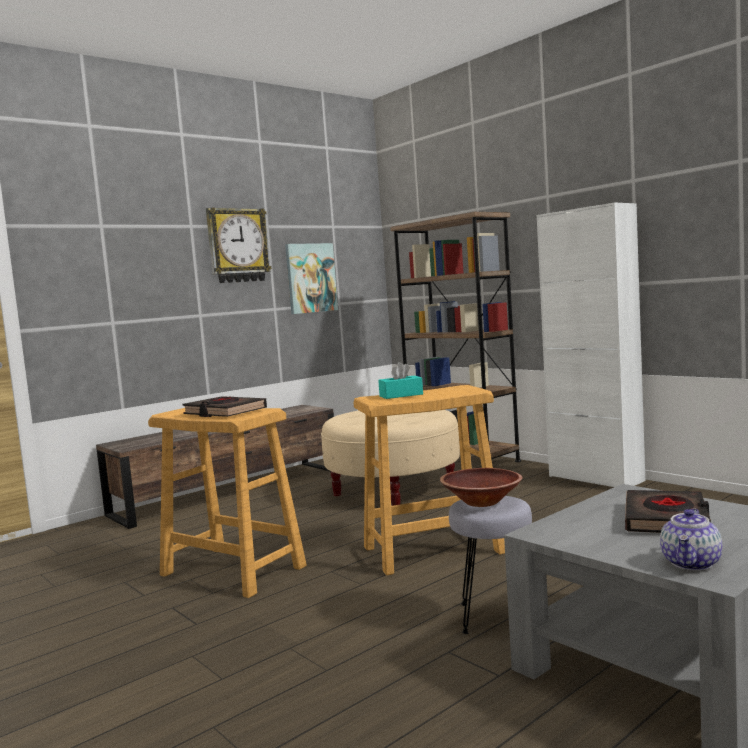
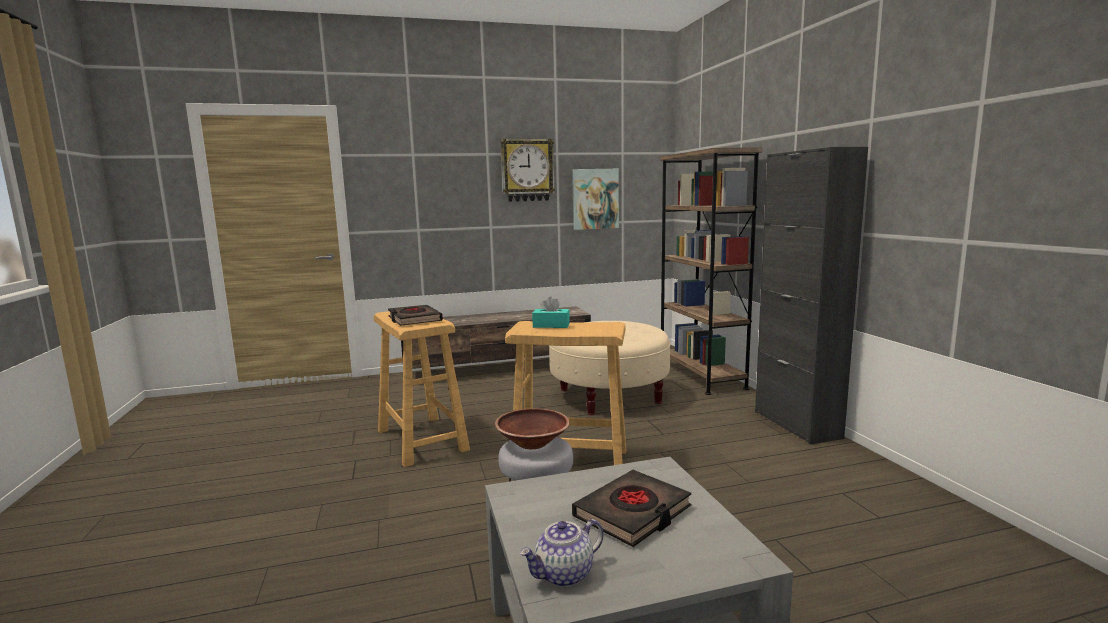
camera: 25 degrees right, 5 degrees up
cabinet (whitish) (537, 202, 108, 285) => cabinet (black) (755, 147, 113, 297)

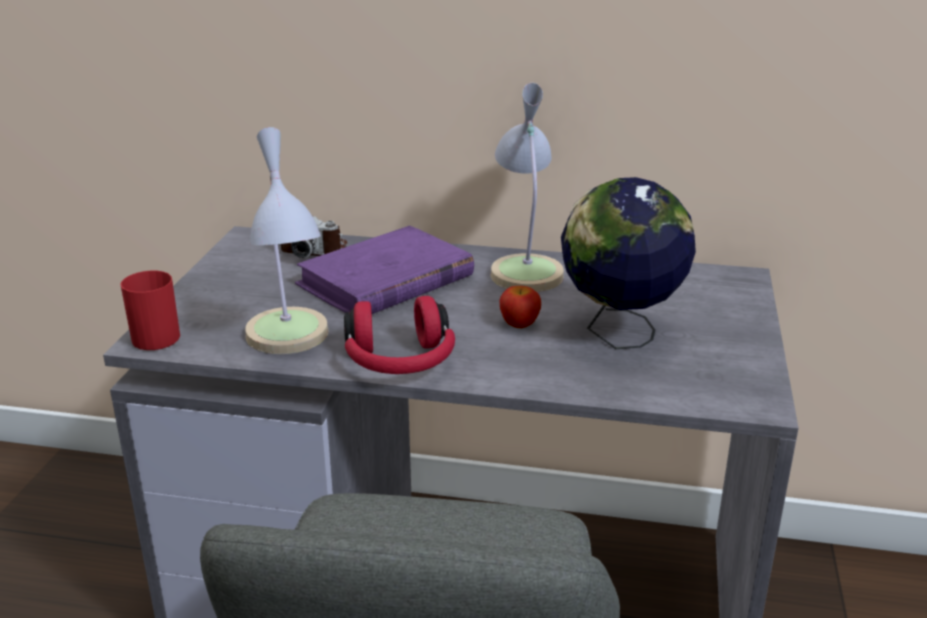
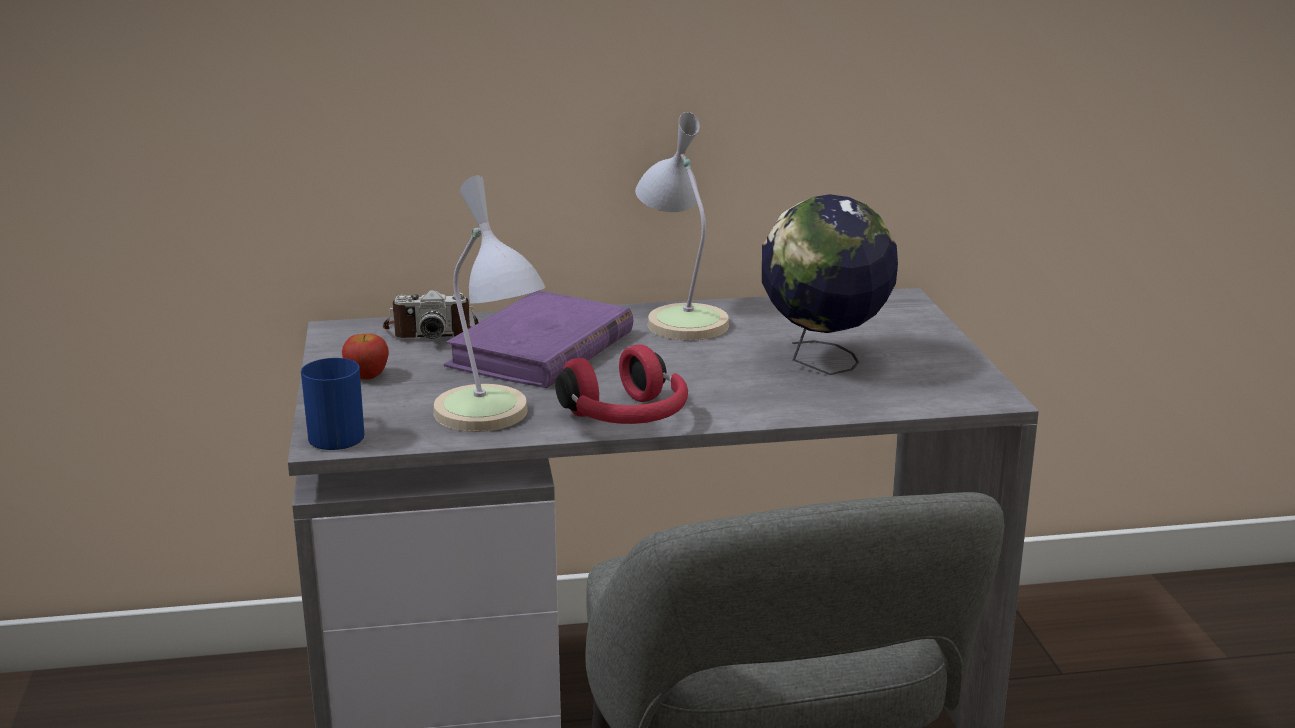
camera: 20 degrees left, 5 degrees down
tea mug (reddish) (120, 271, 60, 79) => tea mug (blue-coloured) (301, 358, 63, 92)
apple fruit (500, 286, 41, 42) => apple fruit (342, 334, 47, 46), relocated

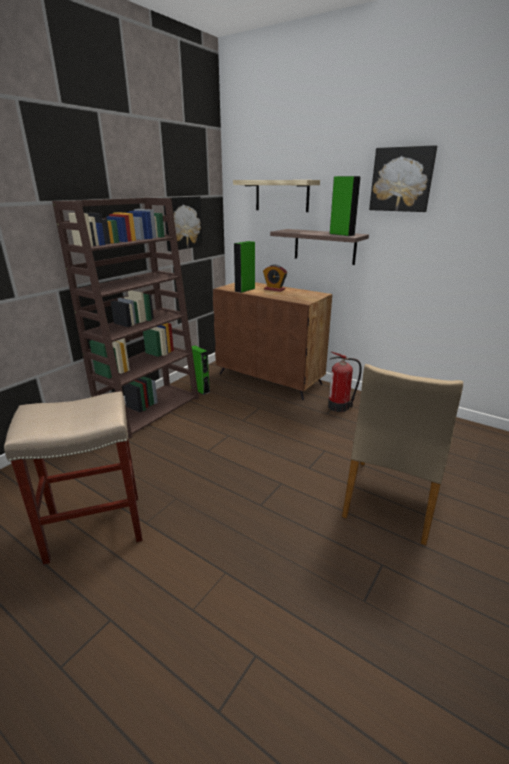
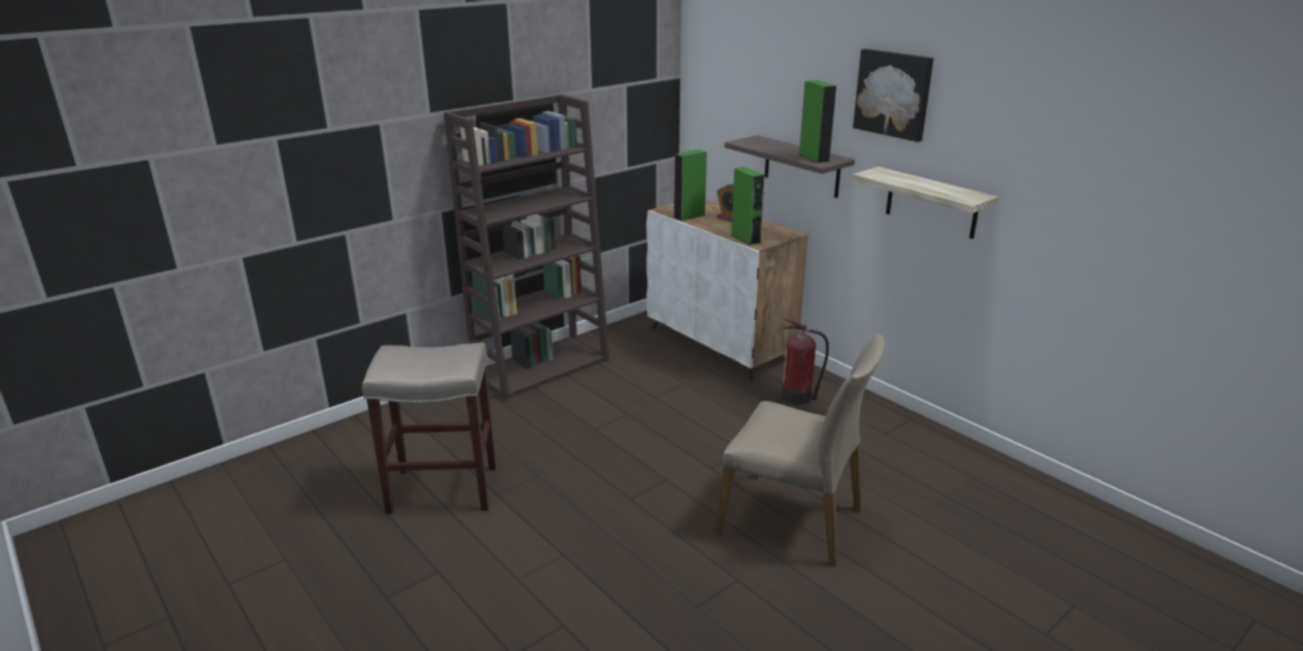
camera: 15 degrees right, 0 degrees up
wall picture (164, 196, 39, 55) => nothing
speaker (green) (192, 345, 18, 50) => speaker (green) (731, 167, 33, 78), relocated
cabinet (brown-coloured) (213, 282, 119, 118) => cabinet (whitish) (646, 200, 162, 181)
bracket shelf (233, 180, 87, 32) => bracket shelf (851, 167, 148, 72), relocated
chair (beige-coloured) (342, 364, 121, 181) => chair (beige-coloured) (716, 333, 169, 234), 105 degrees counterclockwise

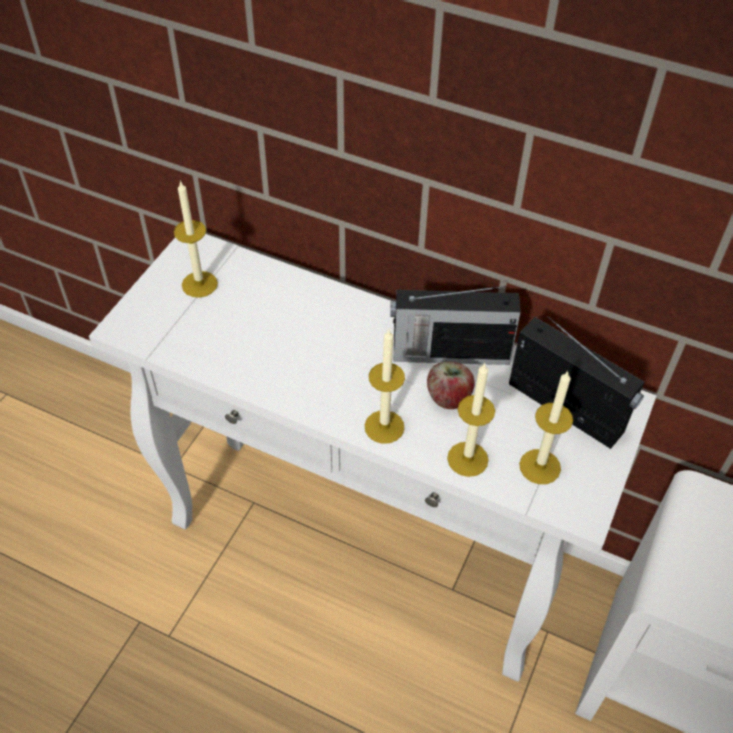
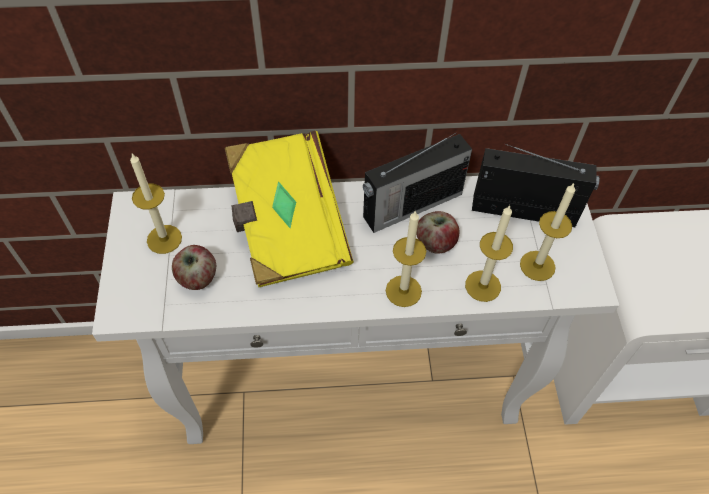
camera: 30 degrees left, 5 degrees up
nothing => apple fruit (172, 245, 44, 45)
nothing => volume (yellow-coloured) (225, 131, 128, 156)

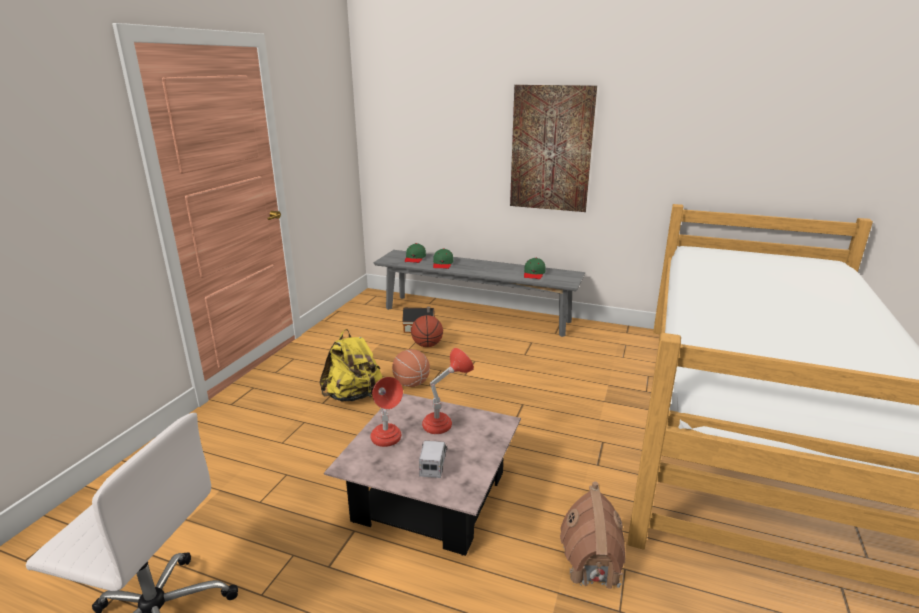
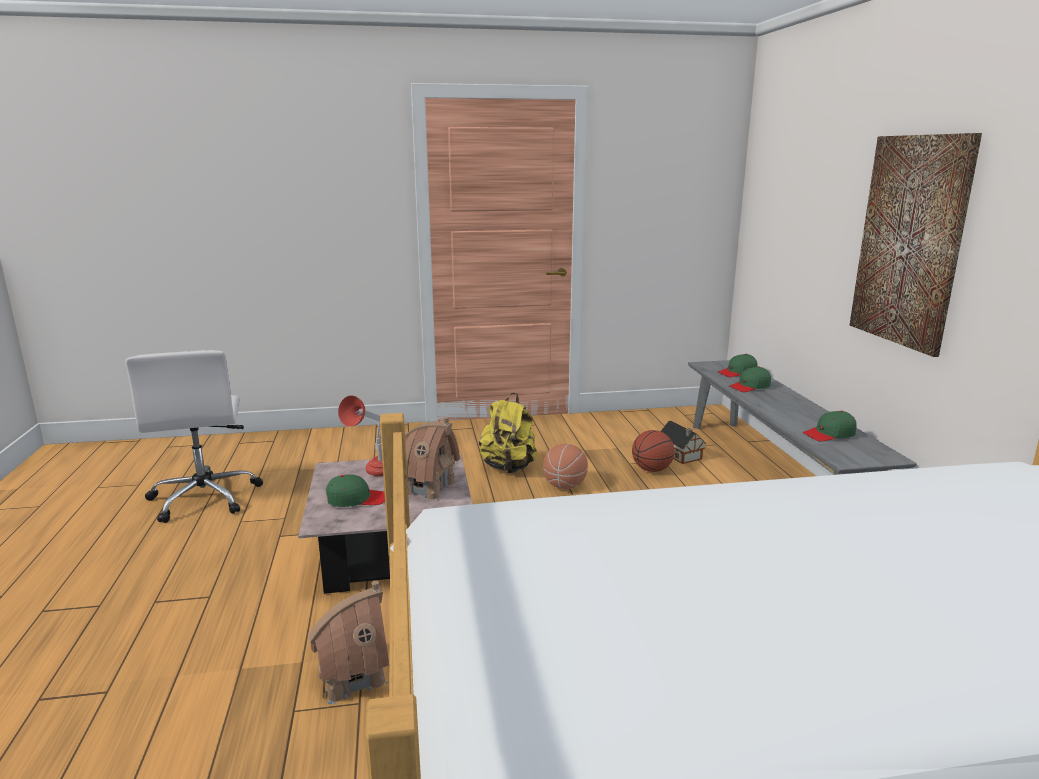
camera: 60 degrees right, 5 degrees down
model truck (419, 441, 28, 37) => baseball cap (green) (326, 474, 59, 33)
lamp for a table (reddish) (422, 348, 52, 86) => model house (405, 417, 55, 83)

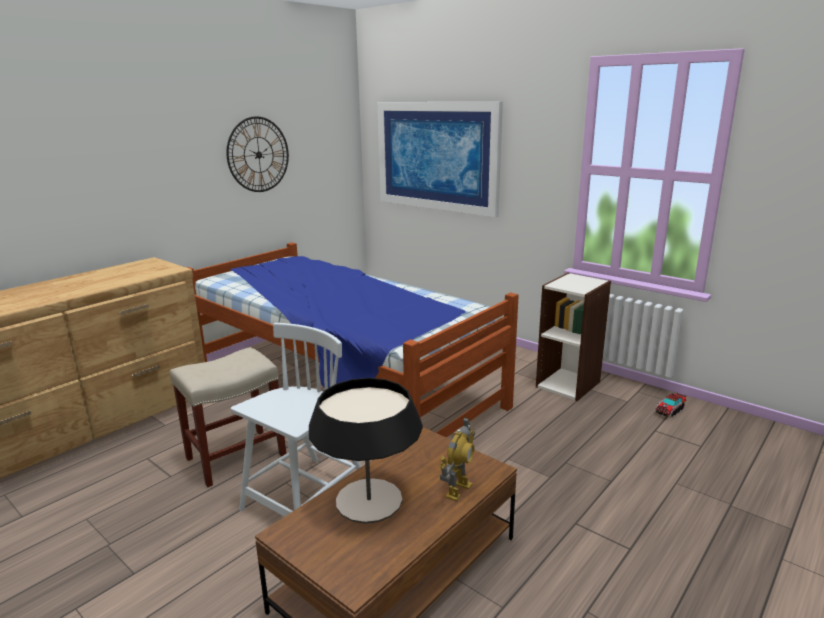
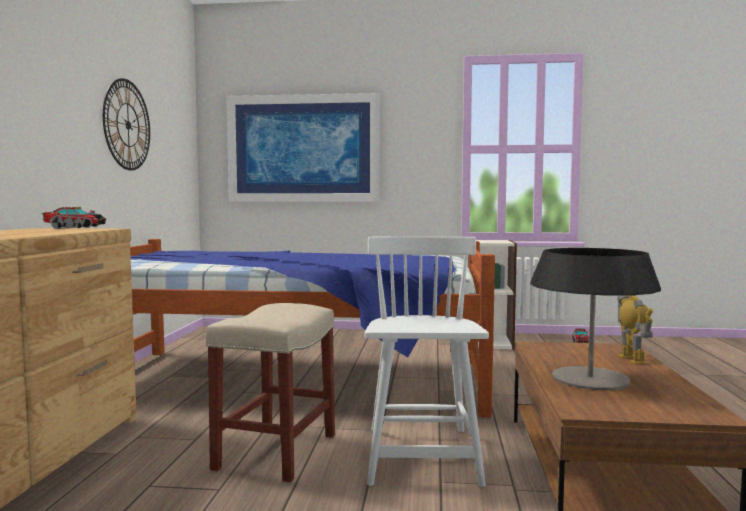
camera: 35 degrees left, 15 degrees down
nothing => model truck (42, 207, 65, 22)

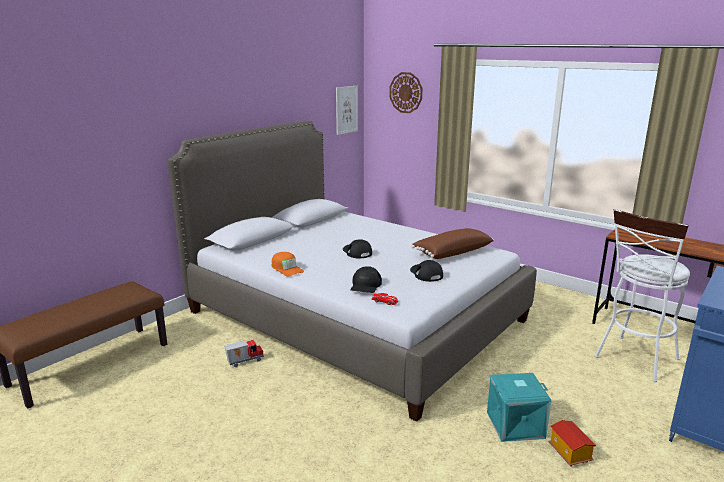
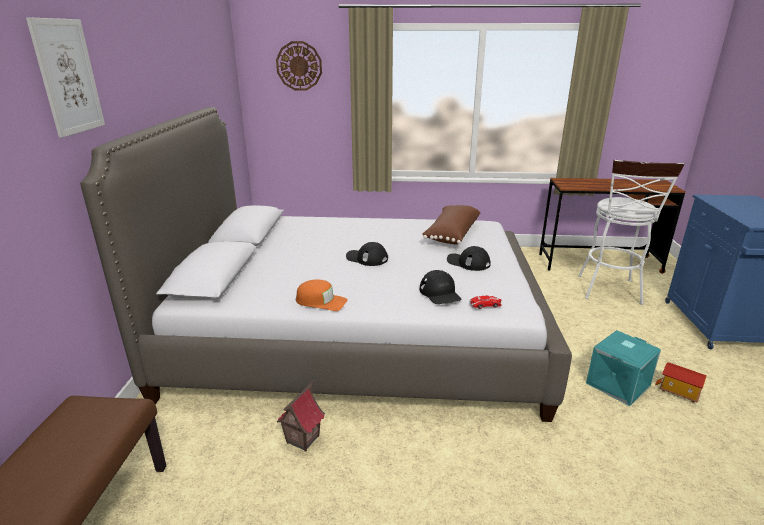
camera: 35 degrees left, 5 degrees up
model truck (224, 340, 40, 27) => model house (276, 381, 49, 70)
wall picture (336, 86, 22, 49) => wall picture (26, 17, 79, 121), relocated

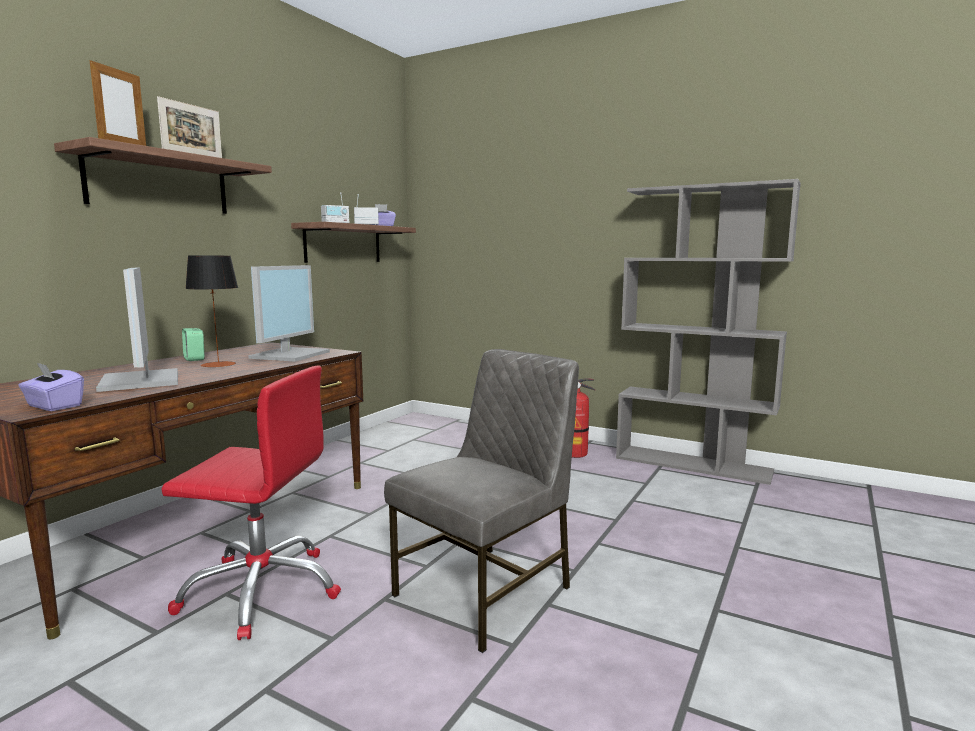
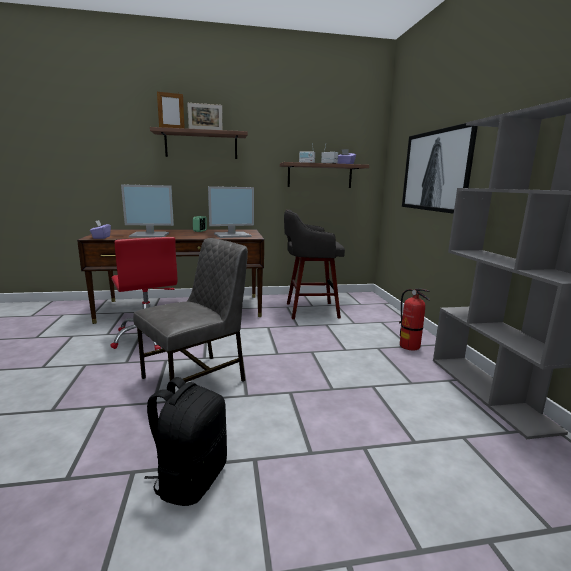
camera: 50 degrees right, 5 degrees up
computer screen (96, 268, 82, 124) => computer screen (121, 185, 53, 53), 120 degrees counterclockwise
lamp for a table (185, 256, 53, 112) => nothing
chair (gray) (384, 349, 195, 304) => chair (gray) (133, 238, 115, 149), 45 degrees counterclockwise
nothing => rucksack (black) (144, 377, 83, 129)
nothing => stool seat (gray) (284, 209, 61, 110)
nothing => wall picture (402, 123, 76, 91)

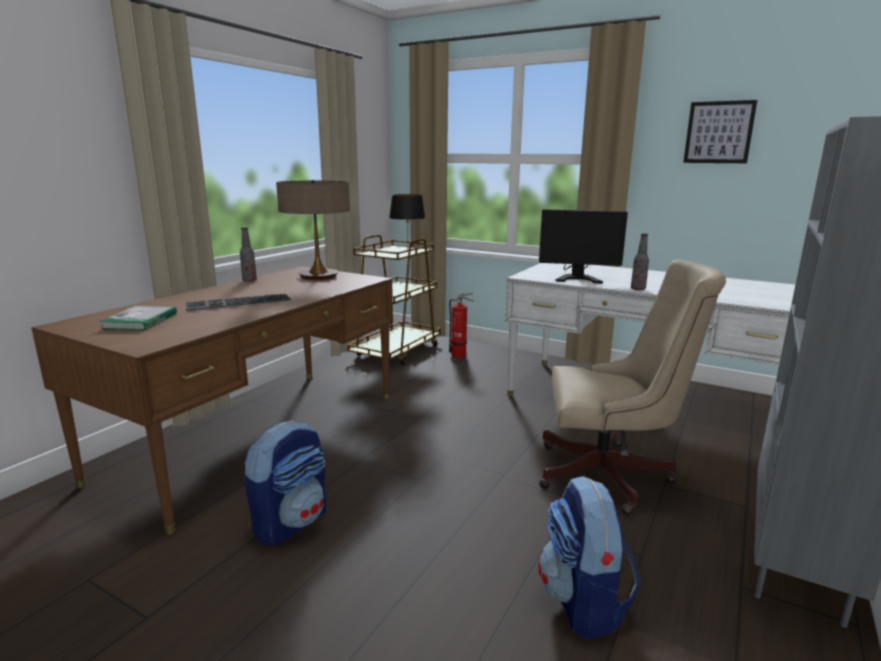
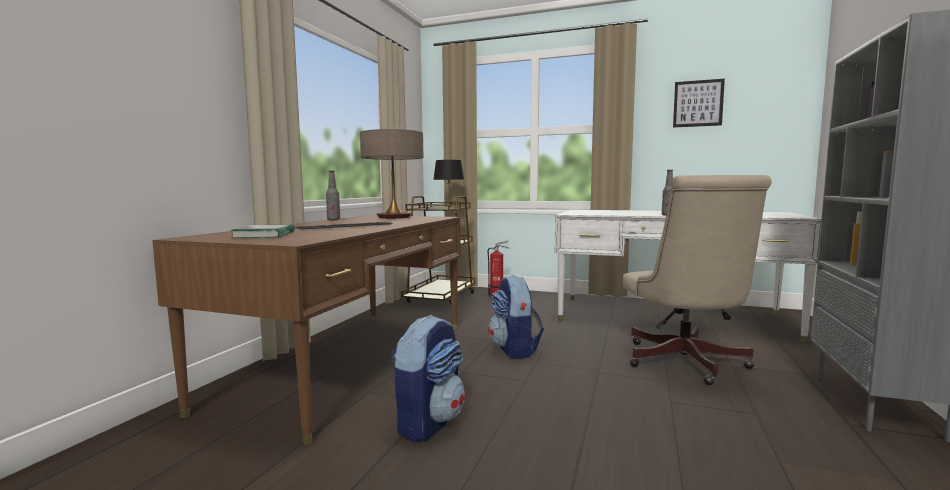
camera: 10 degrees left, 10 degrees down
computer screen (539, 210, 89, 74) => nothing
computer chair (beige-coloured) (539, 259, 187, 256) => computer chair (beige-coloured) (623, 175, 149, 210), 90 degrees clockwise
rucksack (539, 476, 102, 163) => rucksack (488, 275, 56, 84), relocated

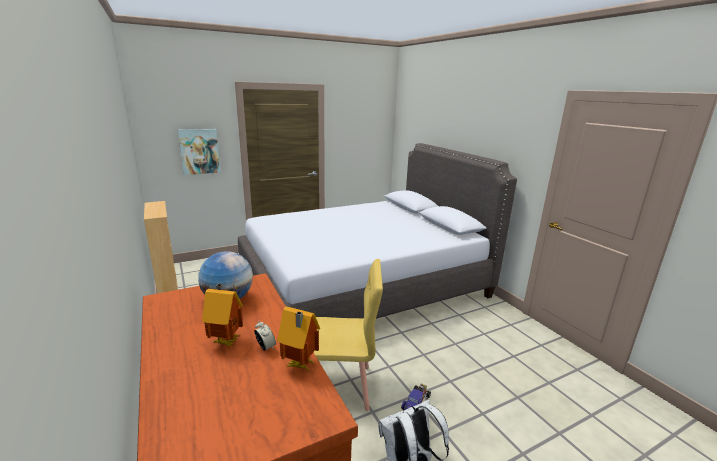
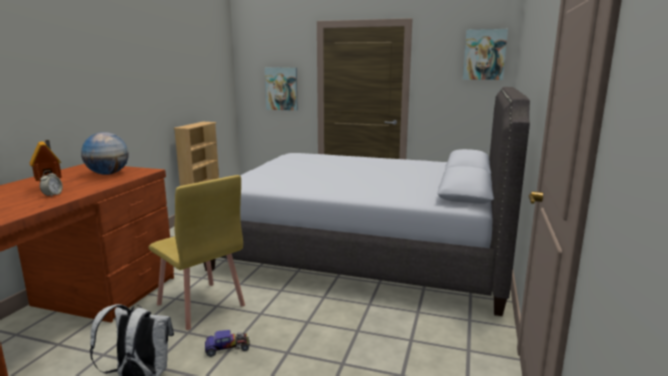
camera: 45 degrees right, 5 degrees down
model house (277, 306, 43, 64) => nothing
nothing => wall picture (463, 29, 45, 51)

